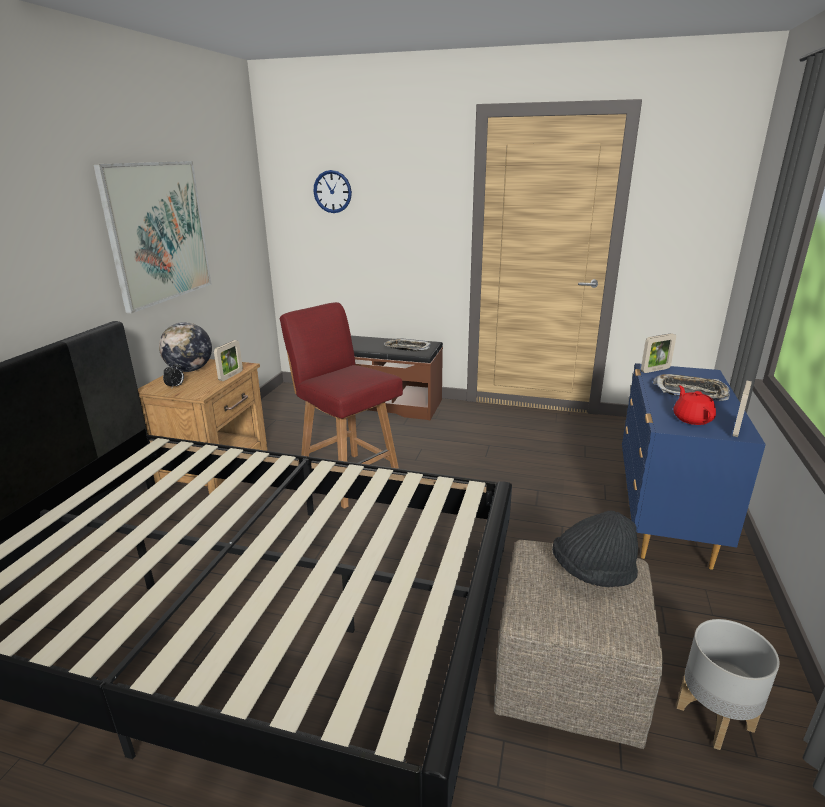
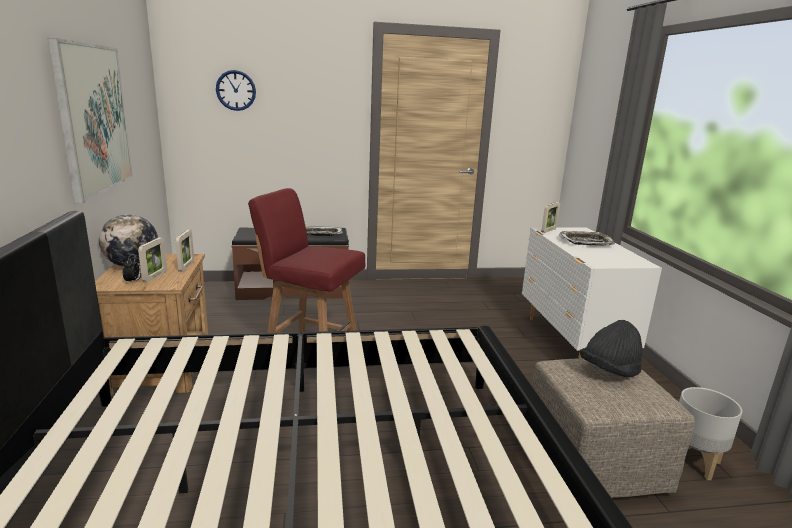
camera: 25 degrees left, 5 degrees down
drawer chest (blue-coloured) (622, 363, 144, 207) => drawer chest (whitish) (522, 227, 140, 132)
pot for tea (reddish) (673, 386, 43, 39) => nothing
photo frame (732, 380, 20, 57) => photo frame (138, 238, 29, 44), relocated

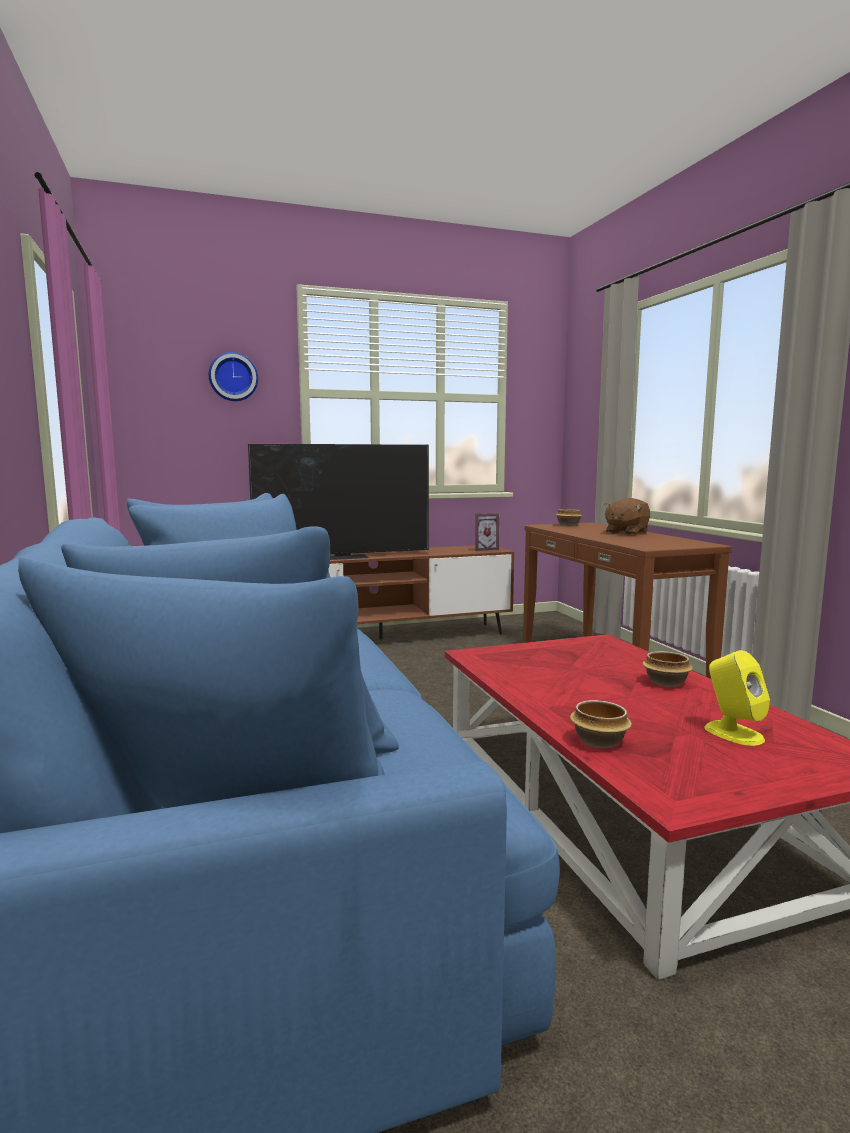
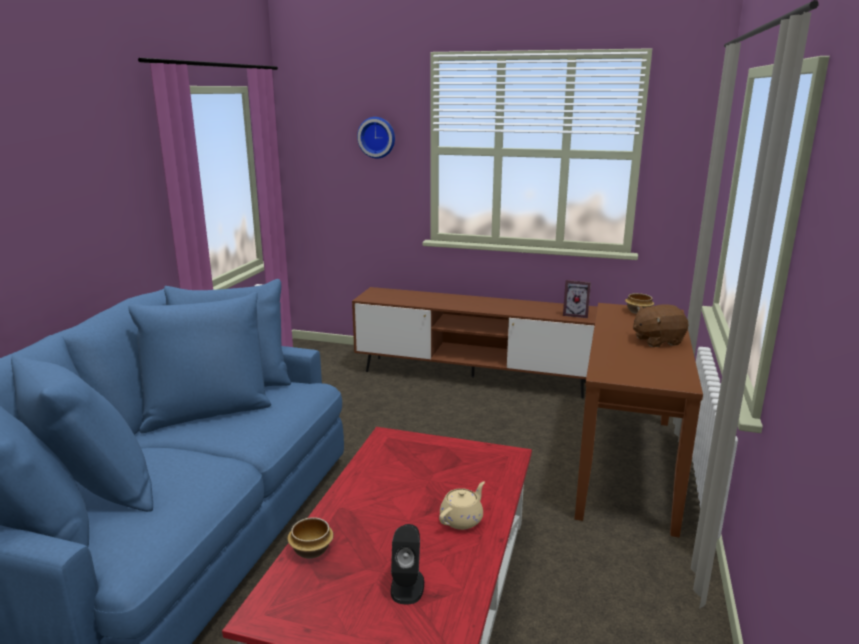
camera: 35 degrees right, 10 degrees up
TV set (248, 444, 181, 116) => nothing
bowl (642, 651, 51, 36) => pot for tea (beige-coloured) (439, 481, 46, 49)
speaker (yellow-coloured) (704, 650, 66, 96) => speaker (black) (391, 524, 33, 80)

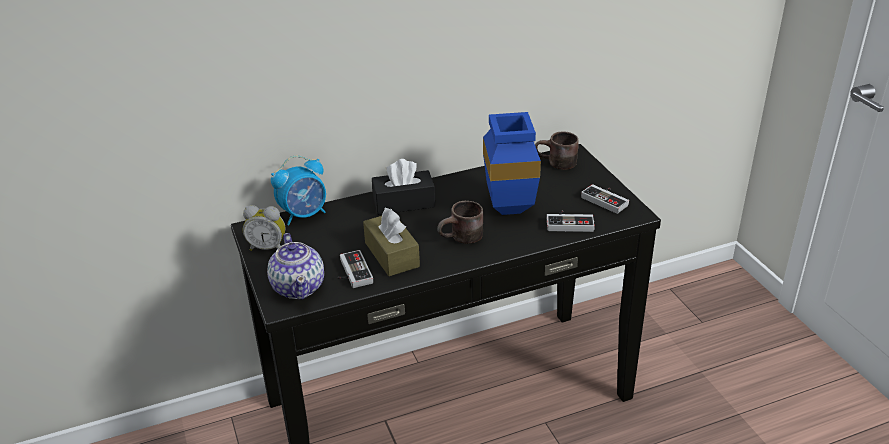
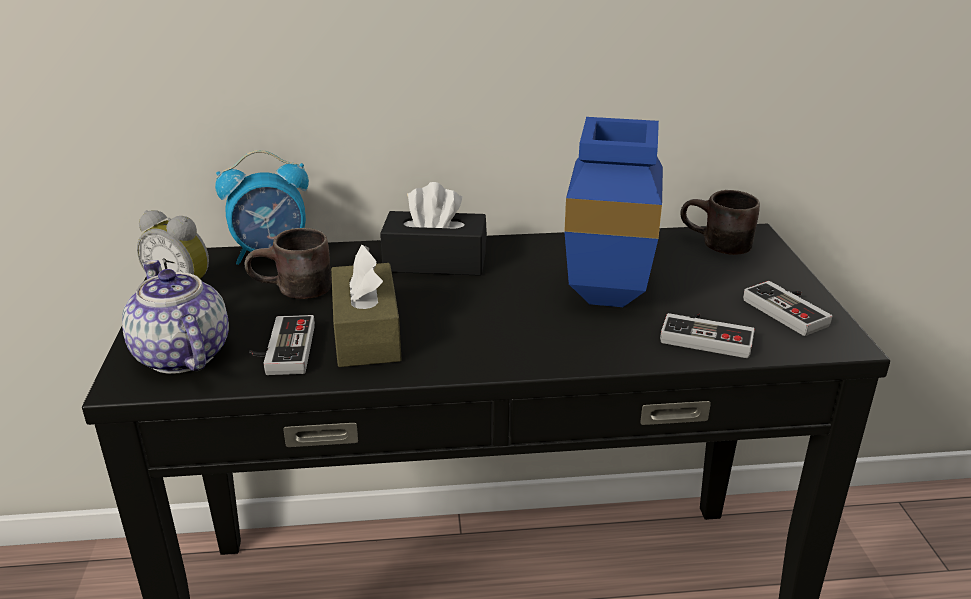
camera: 15 degrees right, 5 degrees down
pot for tea (267, 233, 57, 67) => pot for tea (122, 260, 107, 114), 150 degrees clockwise
tea mug (brown-coloured) (437, 201, 46, 43) => tea mug (brown-coloured) (245, 228, 86, 71), relocated

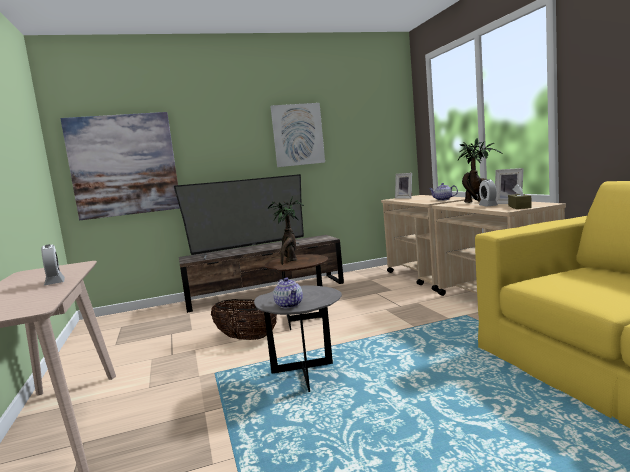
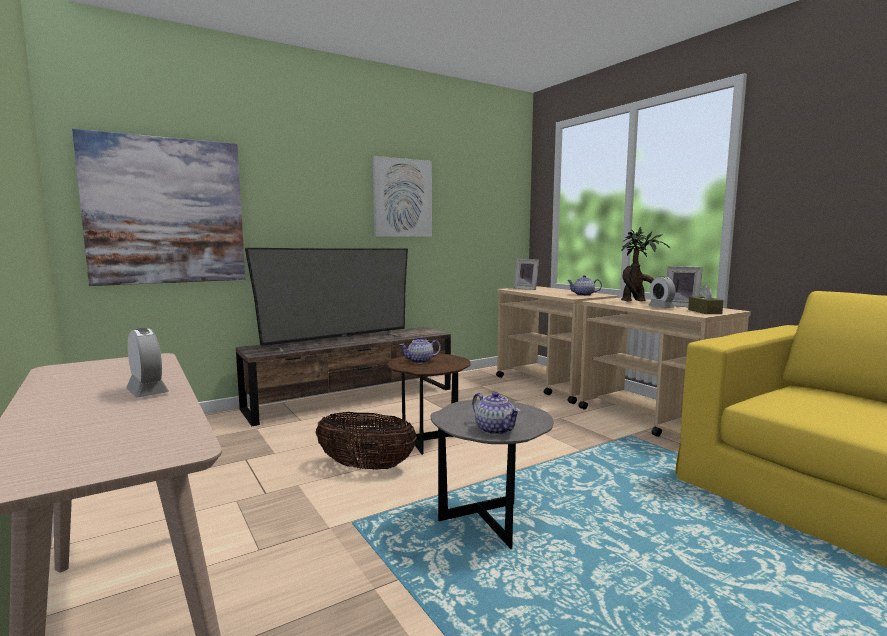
camera: 15 degrees left, 0 degrees up
plant in a pot (268, 196, 36, 69) => pot for tea (400, 336, 41, 28)

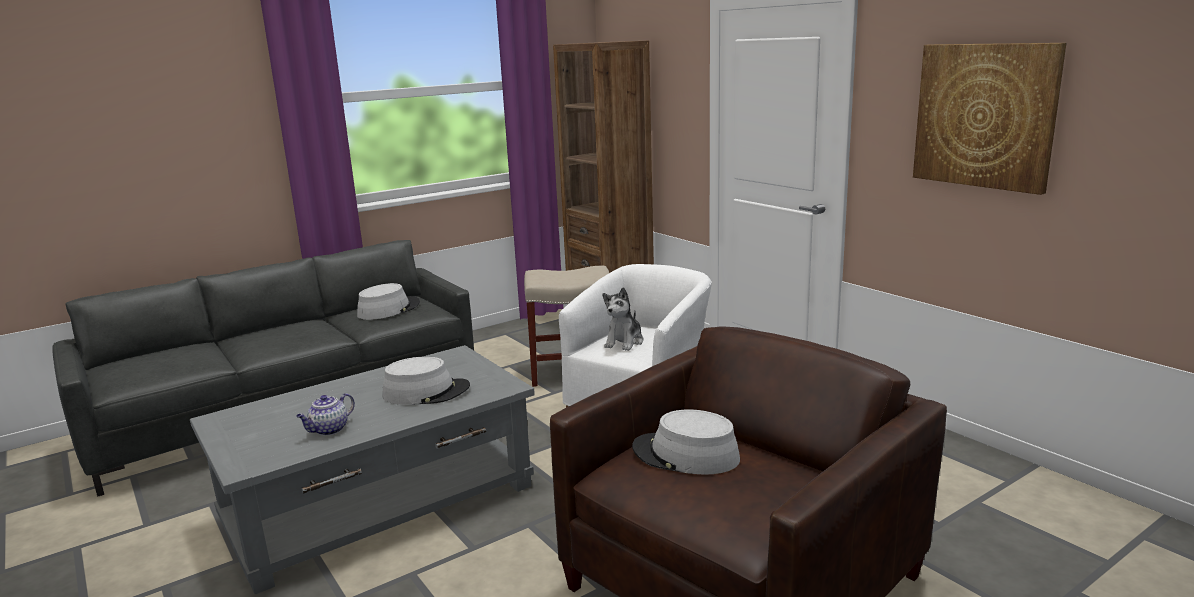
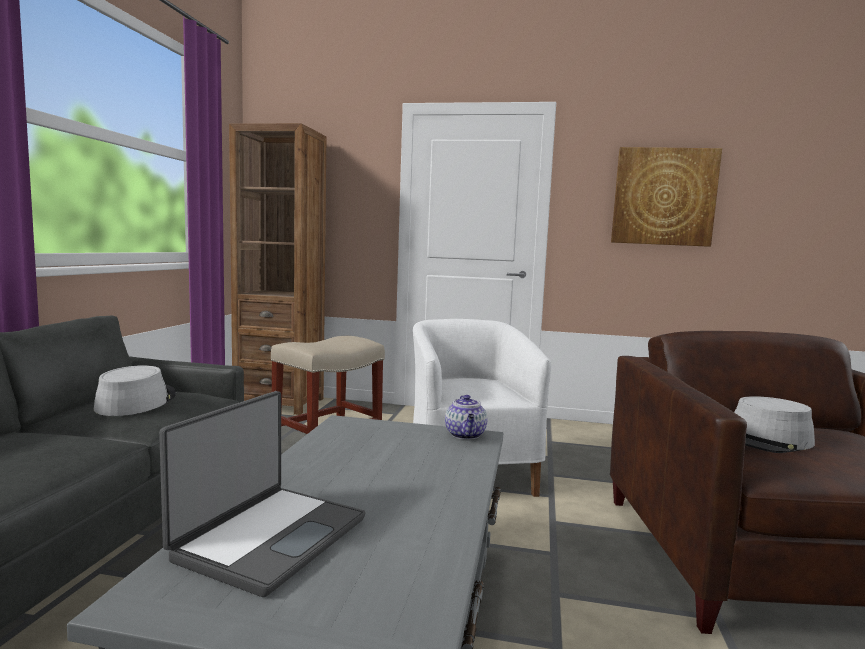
camera: 45 degrees left, 10 degrees down
pot for tea (296, 393, 59, 42) => pot for tea (445, 395, 42, 45), relocated
clothing hat (gray) (382, 357, 88, 48) => nothing
plush toy (603, 287, 41, 64) => nothing
nothing => laptop (159, 391, 206, 206)

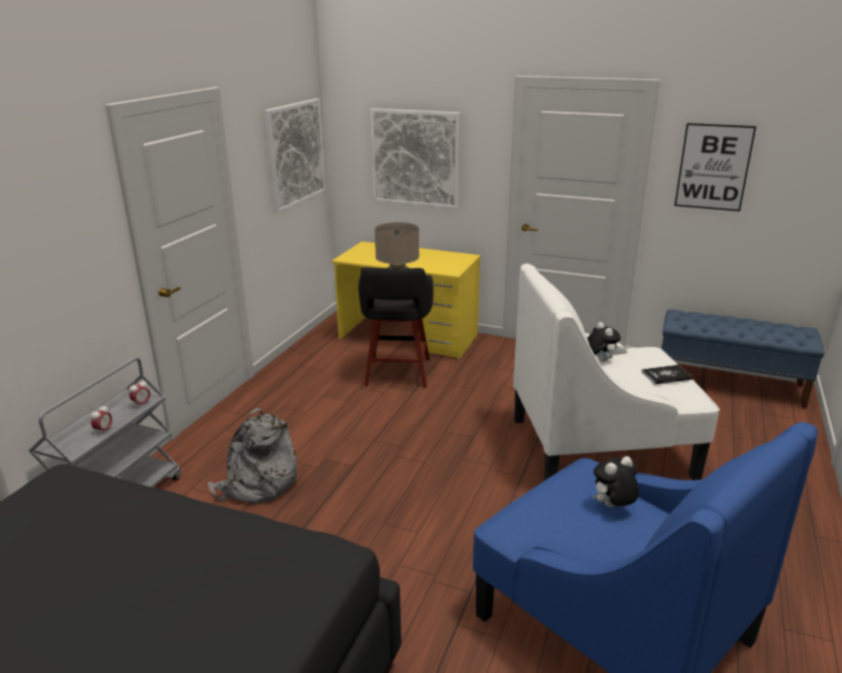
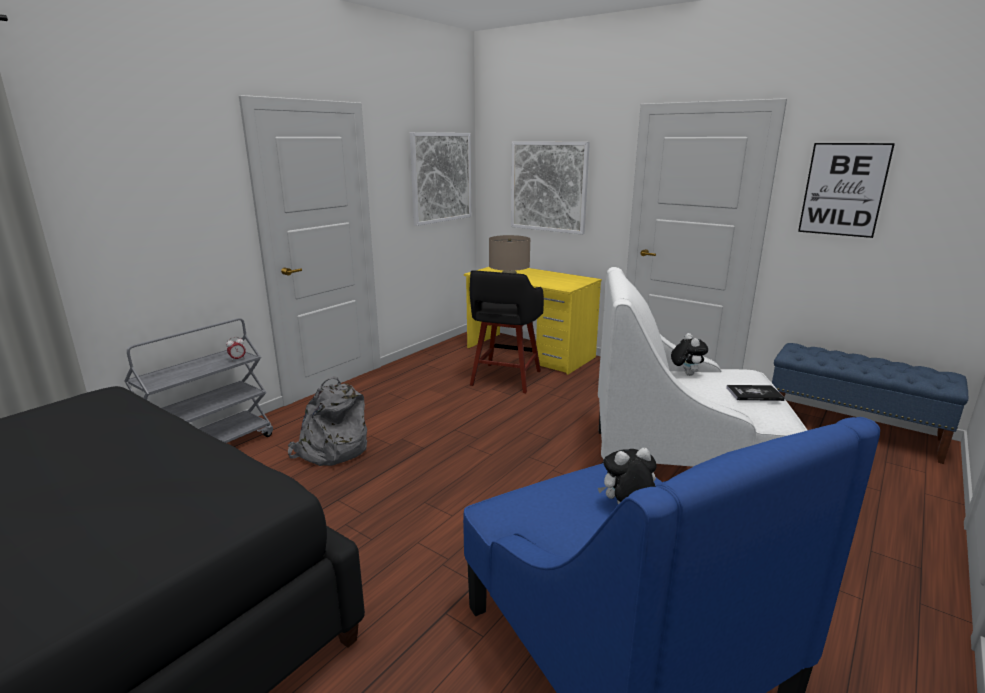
camera: 15 degrees right, 5 degrees down
table clock (91, 405, 21, 30) => nothing

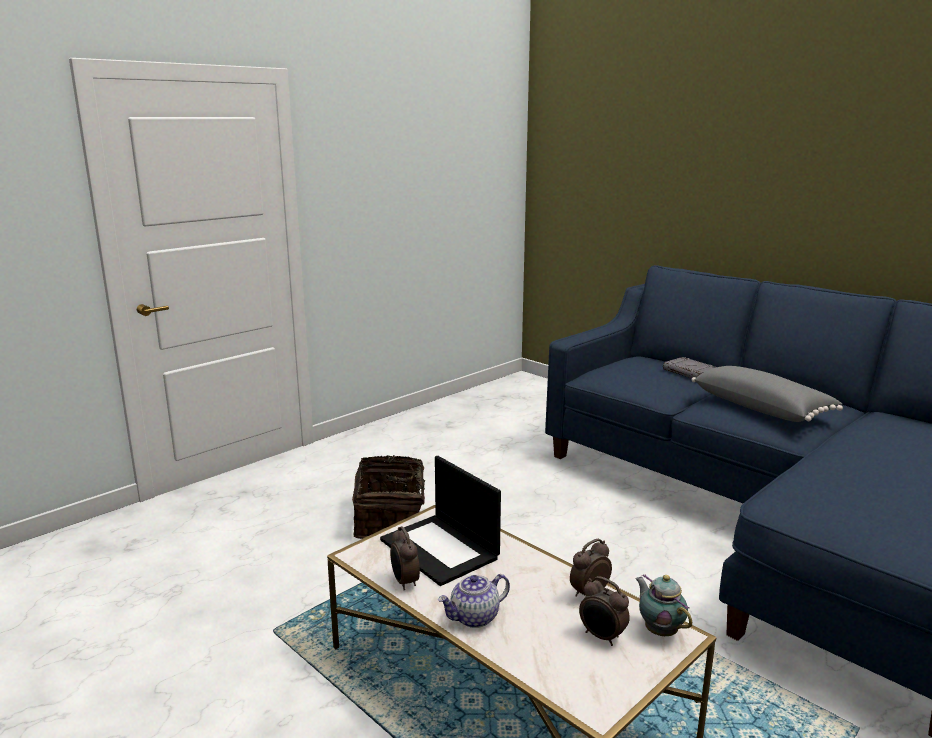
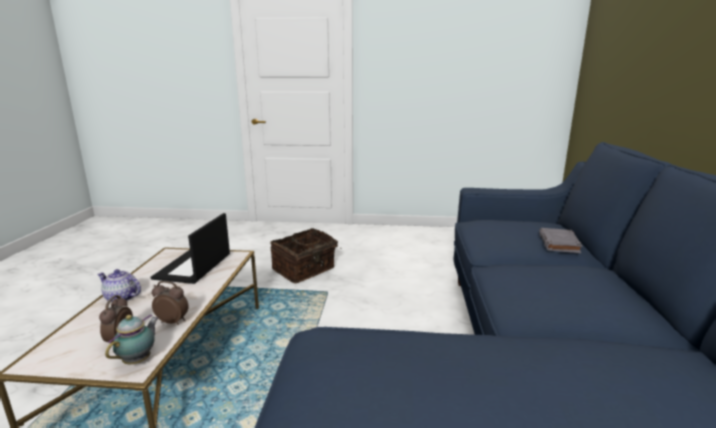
camera: 50 degrees right, 0 degrees up
table clock (390, 526, 30, 65) => nothing
cushion (gray) (692, 366, 151, 56) => nothing

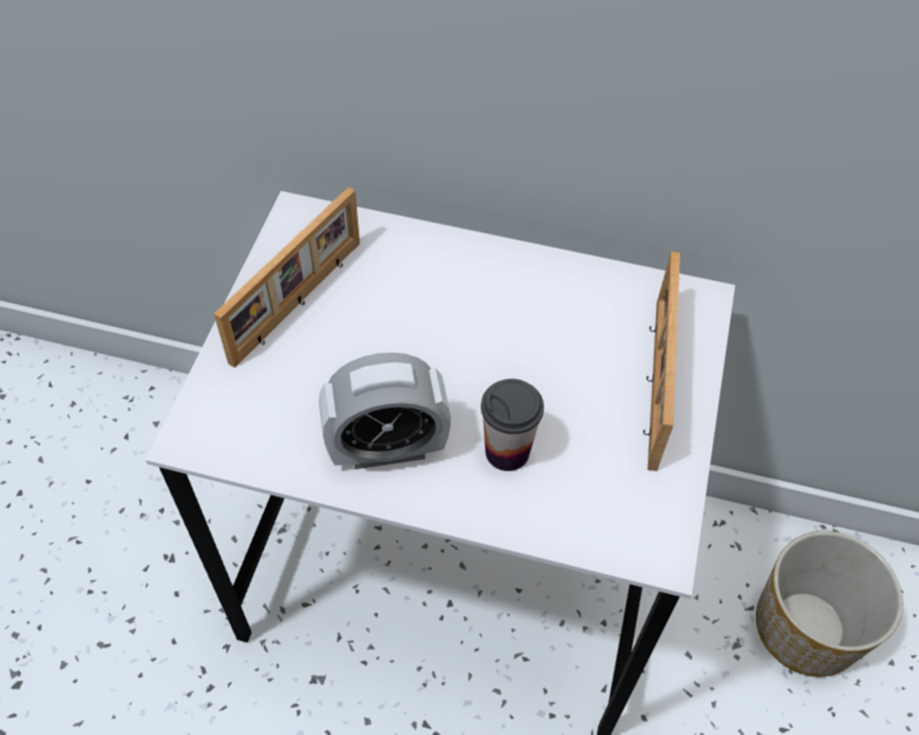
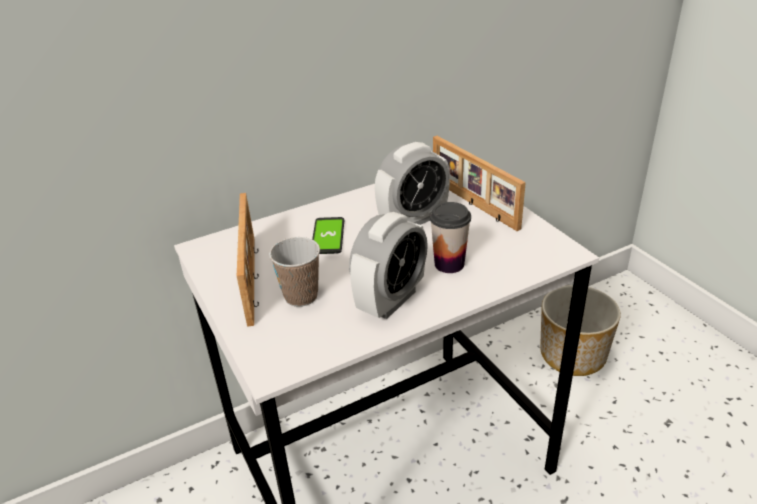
camera: 40 degrees left, 20 degrees down
nothing => small cup (269, 237, 51, 70)
nothing => phone (312, 217, 32, 37)
nothing => table clock (375, 142, 75, 83)

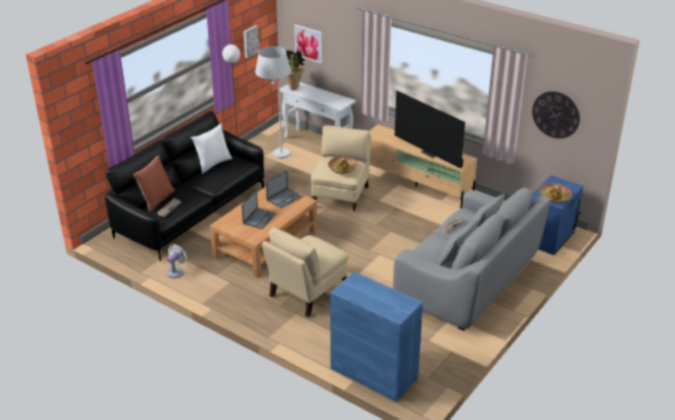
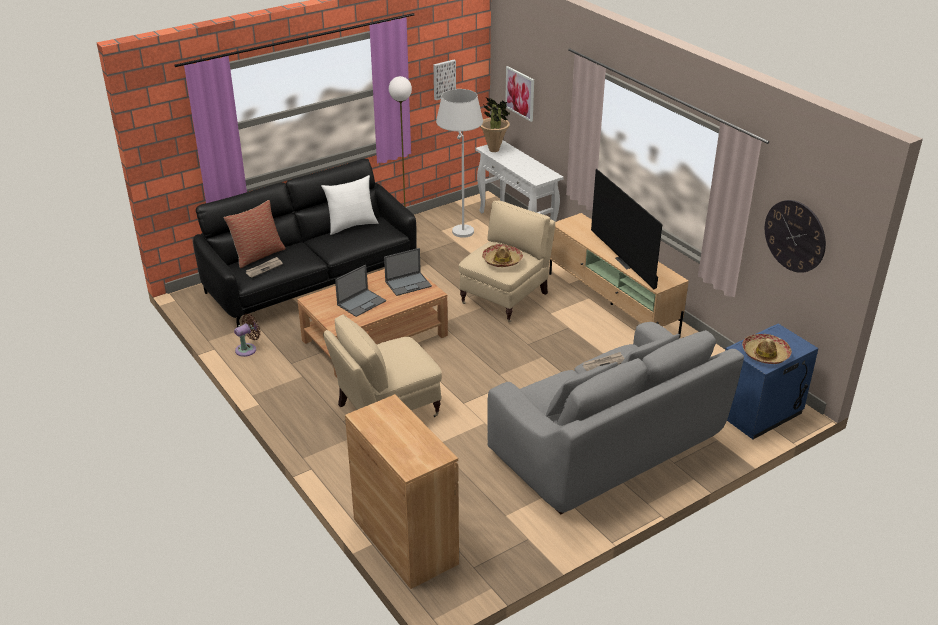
camera: 20 degrees right, 0 degrees up
fan (whitish) (167, 244, 20, 34) => fan (brown-coloured) (234, 314, 27, 43)
cabinet (blue-coloured) (330, 272, 93, 130) => cabinet (brown-coloured) (345, 394, 114, 195)

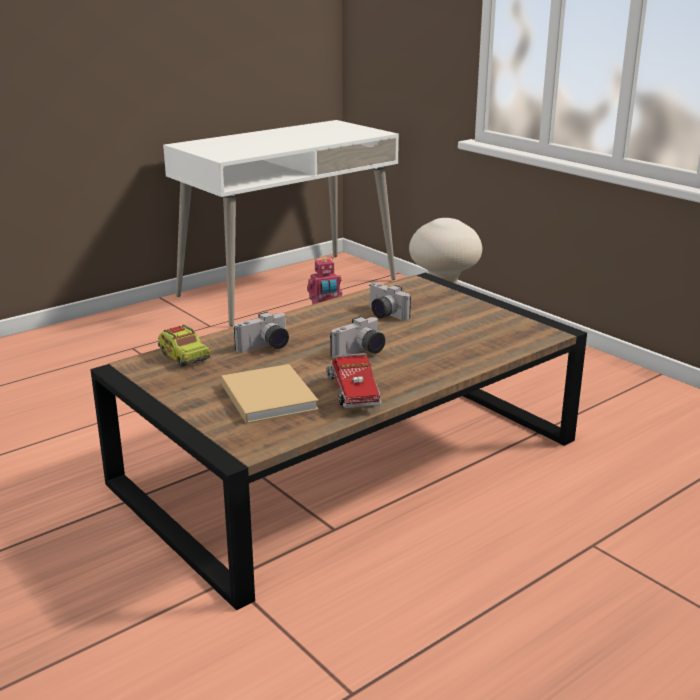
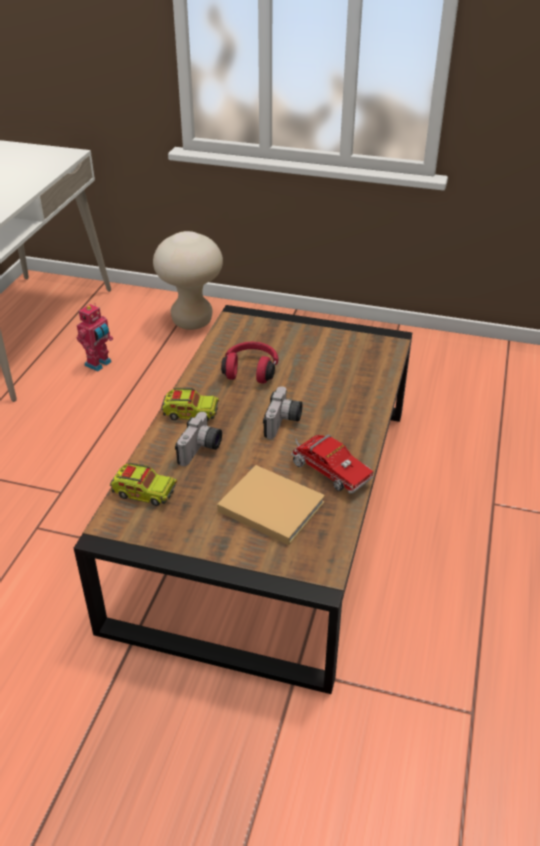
camera: 35 degrees left, 15 degrees up
photo camera (370, 282, 41, 38) => headset (reddish) (221, 342, 57, 41)
nothing => model truck (161, 388, 58, 33)

